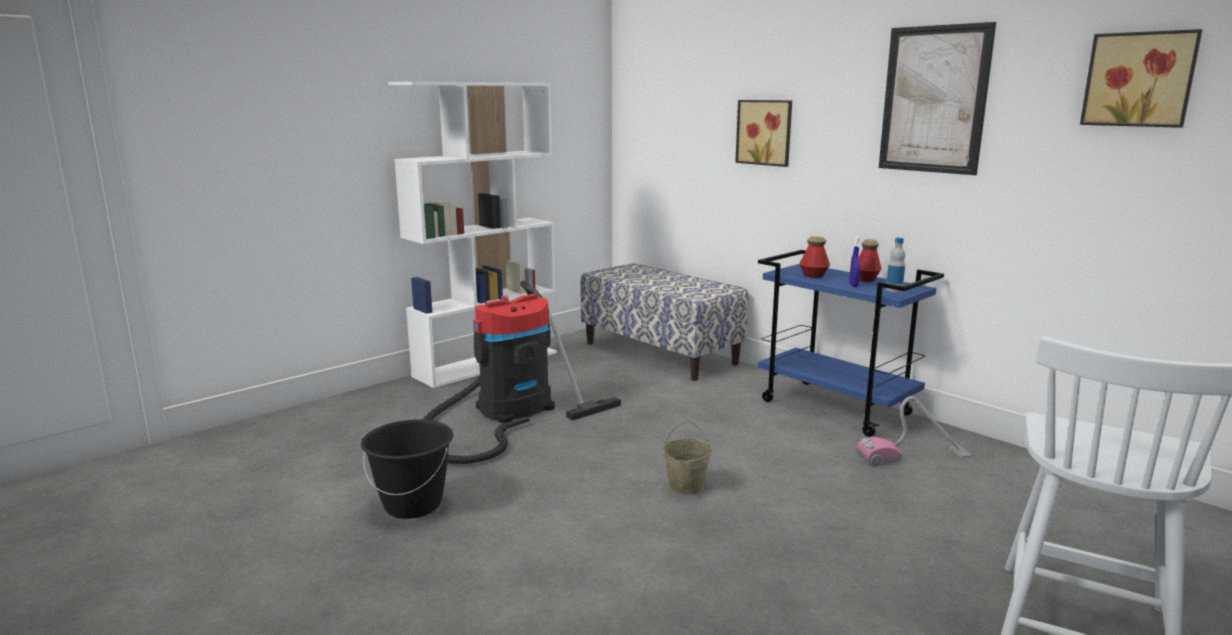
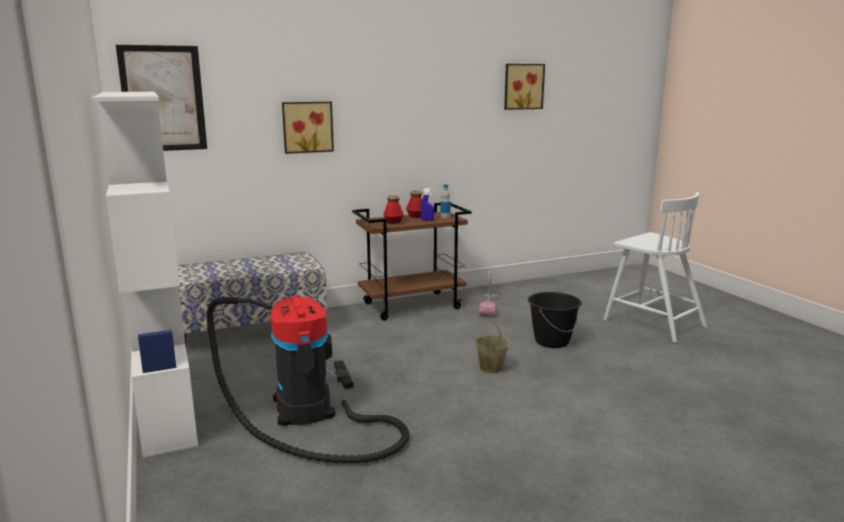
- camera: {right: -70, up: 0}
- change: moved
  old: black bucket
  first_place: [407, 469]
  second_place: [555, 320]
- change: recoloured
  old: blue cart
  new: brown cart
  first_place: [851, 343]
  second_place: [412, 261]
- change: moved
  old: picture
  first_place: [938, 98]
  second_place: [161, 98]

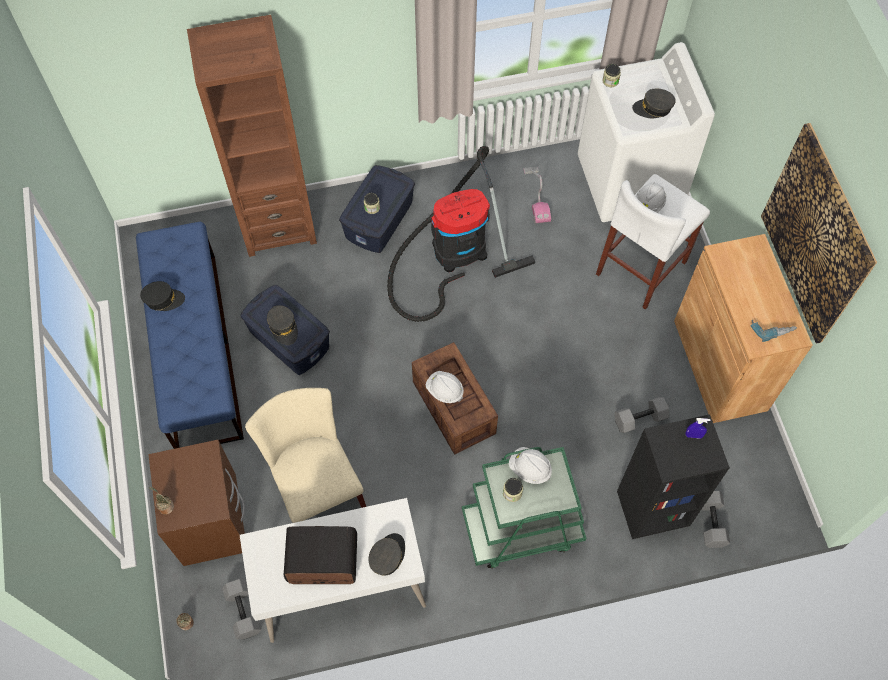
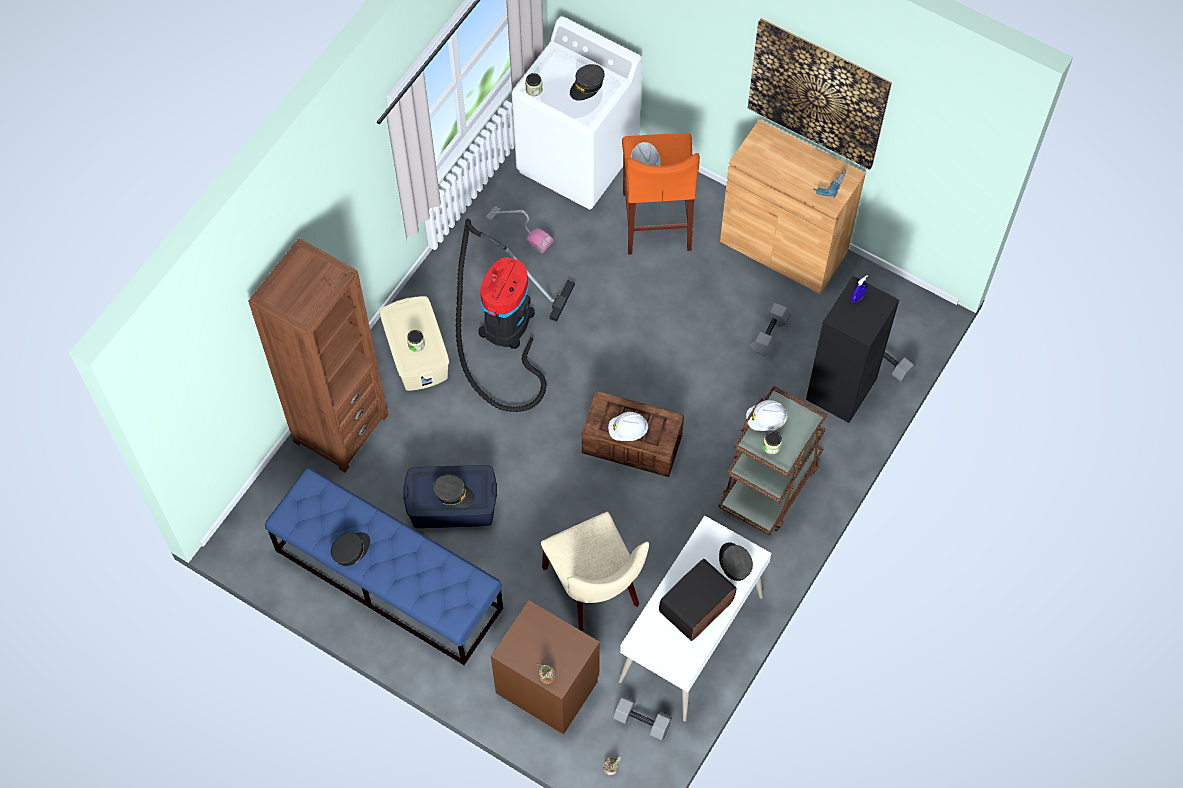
- camera: {right: -45, up: 0}
- change: turned
  old: beige chair
  first_place: [305, 455]
  second_place: [595, 572]
  degrees: -135
- change: recoloured
  old: blue storage box
  new: beige storage box
  first_place: [377, 209]
  second_place: [414, 343]
- change: recoloured
  old: green cart
  new: brown cart
  first_place: [524, 508]
  second_place: [772, 460]
- change: recoloured
  old: white stool
  new: orange stool
  first_place: [653, 242]
  second_place: [661, 194]

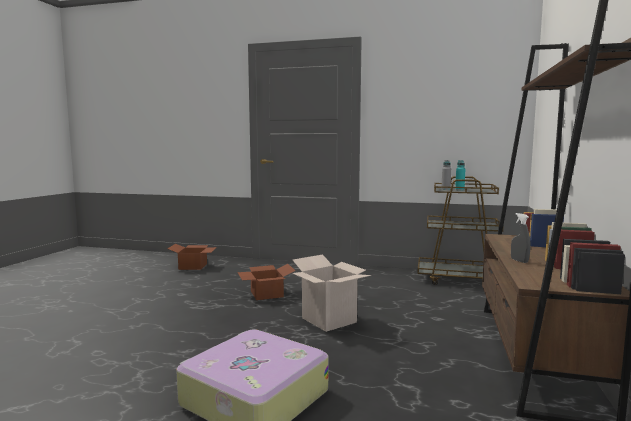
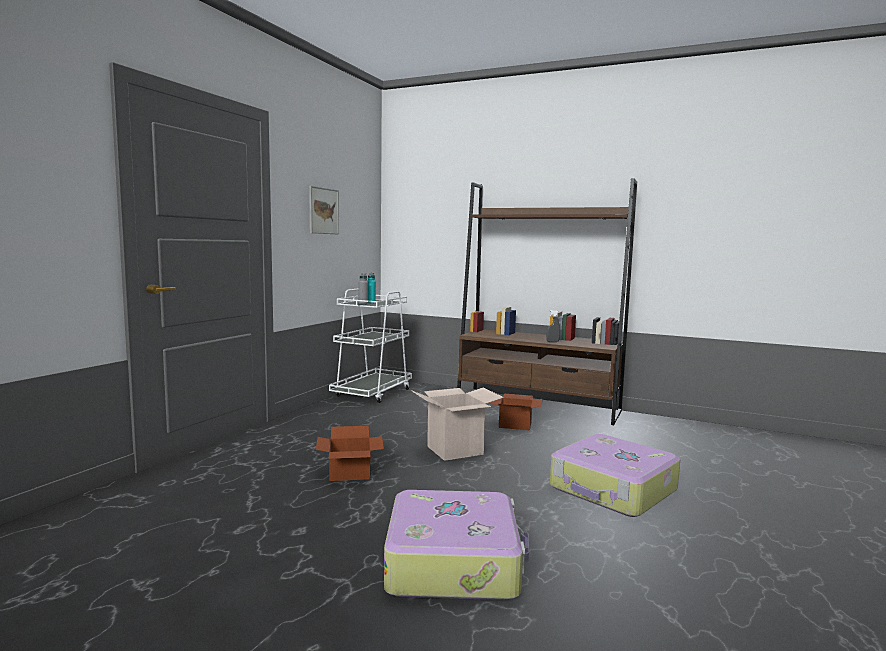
- camera: {right: -80, up: 0}
- change: moved
  old: cardboard box
  first_place: [192, 257]
  second_place: [515, 412]
- change: recoloured
  old: brown cart
  new: white cart
  first_place: [460, 230]
  second_place: [370, 346]
- change: added
  new: picture
  second_place: [324, 210]
- change: added
  new: suitcase
  second_place: [456, 545]

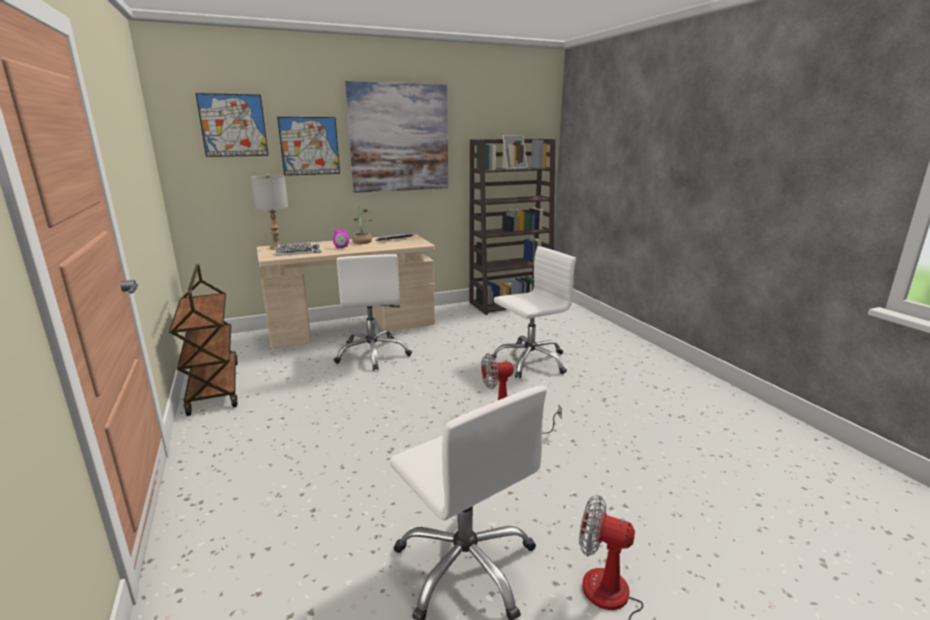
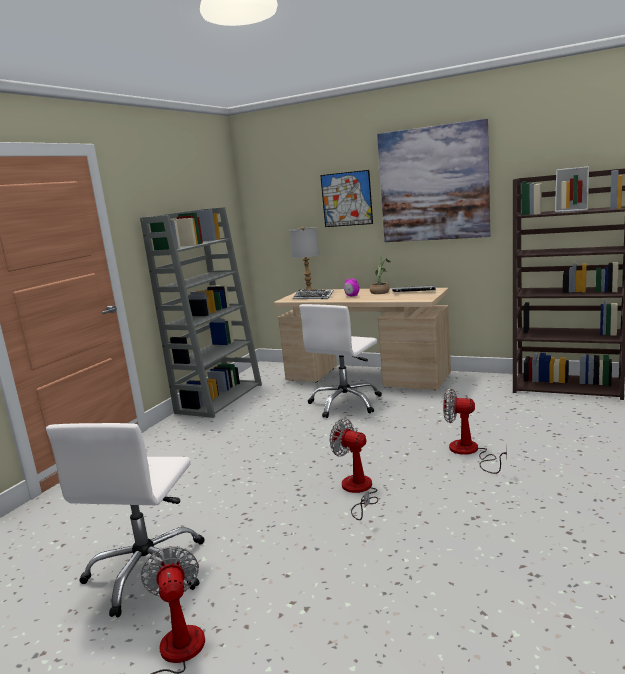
- camera: {right: 50, up: -5}
- change: replaced
  old: brown cart
  new: grey bookcase
  first_place: [203, 340]
  second_place: [201, 312]
- change: removed
  old: picture
  first_place: [232, 125]
- change: replaced
  old: white office chair
  new: fan
  first_place: [534, 312]
  second_place: [475, 431]

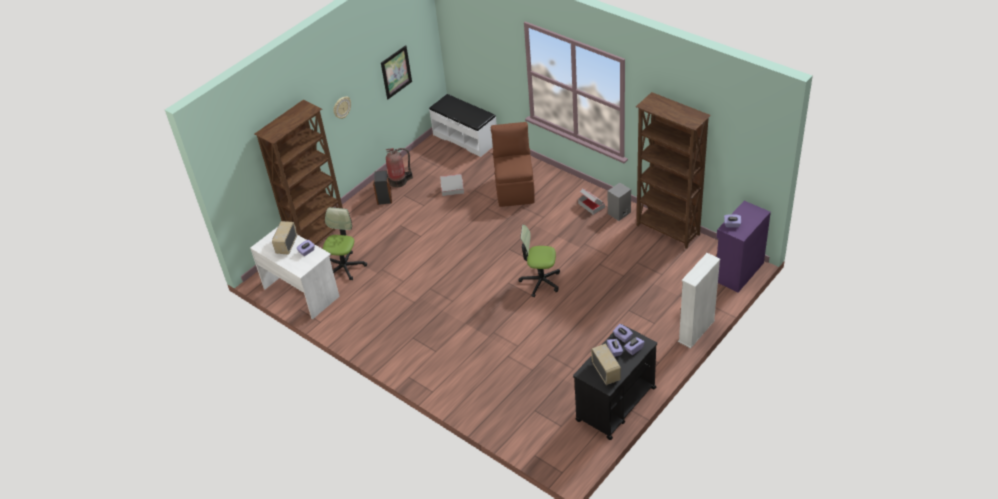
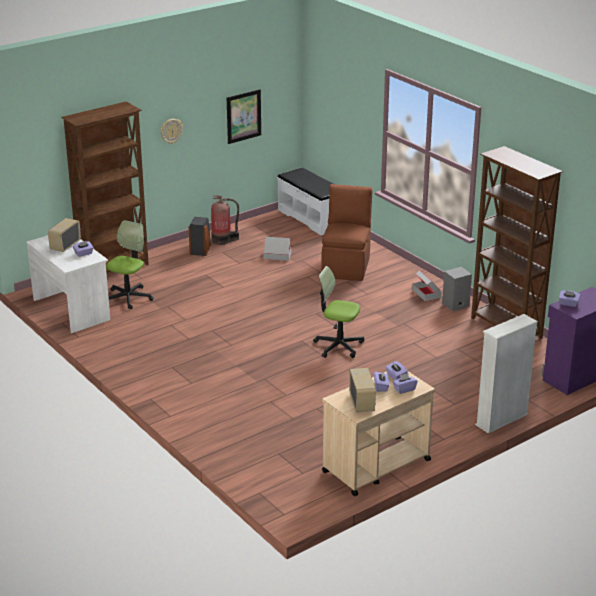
- camera: {right: 10, up: -15}
- change: recoloured
  old: black cart
  new: beige cart
  first_place: [615, 382]
  second_place: [378, 433]

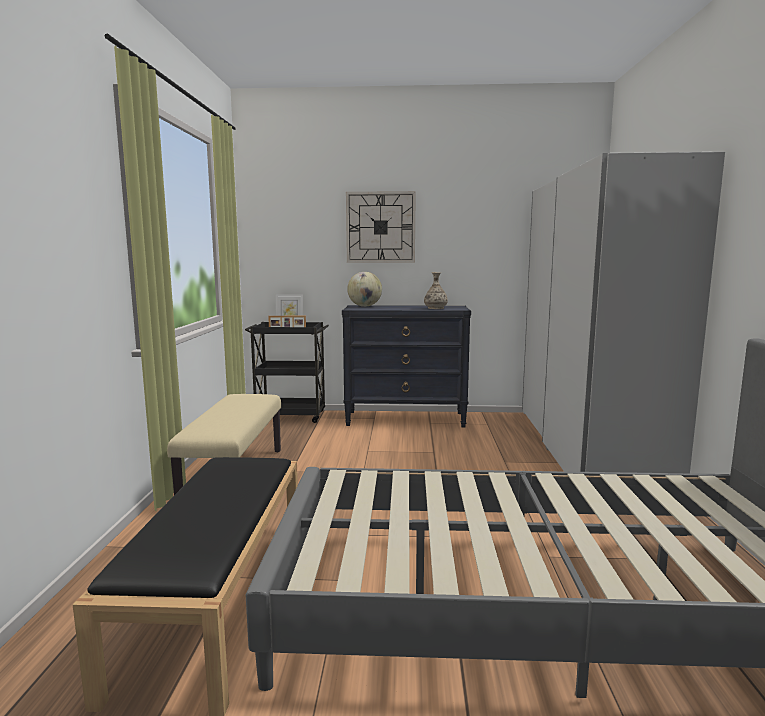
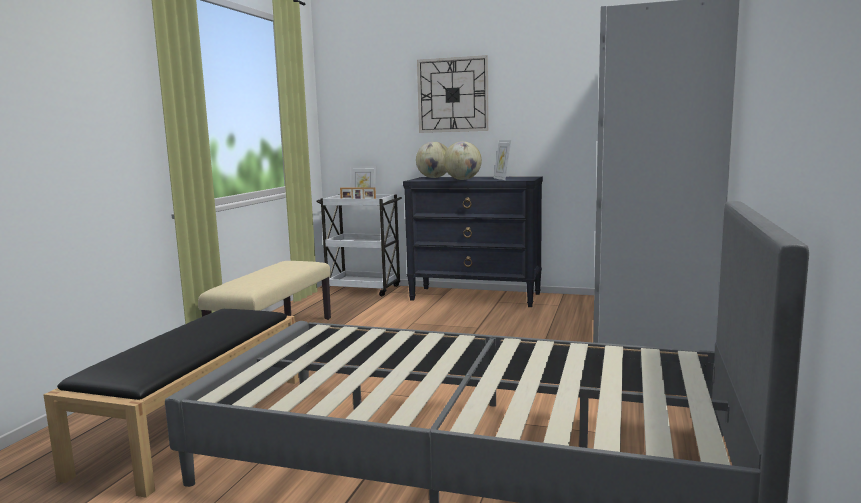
- camera: {right: 15, up: 0}
- change: recoloured
  old: black cart
  new: white cart
  first_place: [287, 372]
  second_place: [359, 245]
- change: replaced
  old: vase
  new: picture frame
  first_place: [436, 290]
  second_place: [502, 160]
- change: added
  new: globe
  second_place: [462, 160]

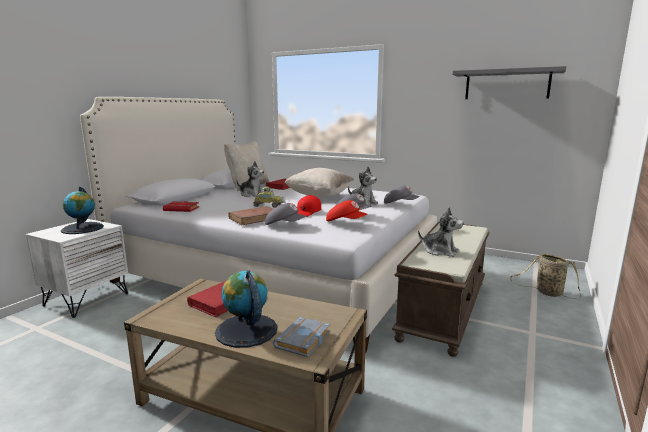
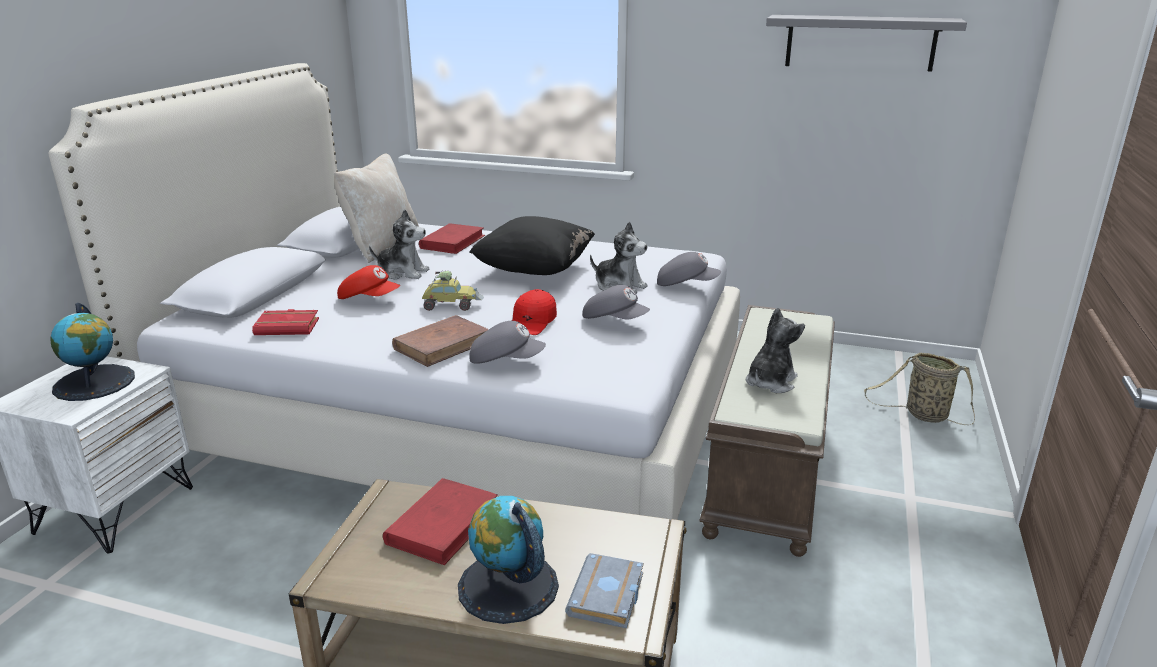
- camera: {right: -10, up: 10}
- change: recoloured
  old: beige pillow
  new: black pillow
  first_place: [319, 182]
  second_place: [532, 245]
- change: moved
  old: red cap
  first_place: [346, 210]
  second_place: [368, 282]
- change: turned
  old: plush toy
  first_place: [440, 232]
  second_place: [775, 350]
  degrees: -75

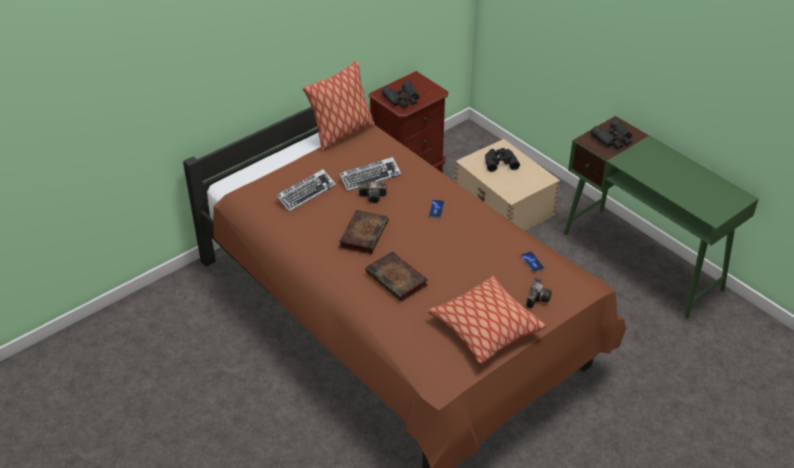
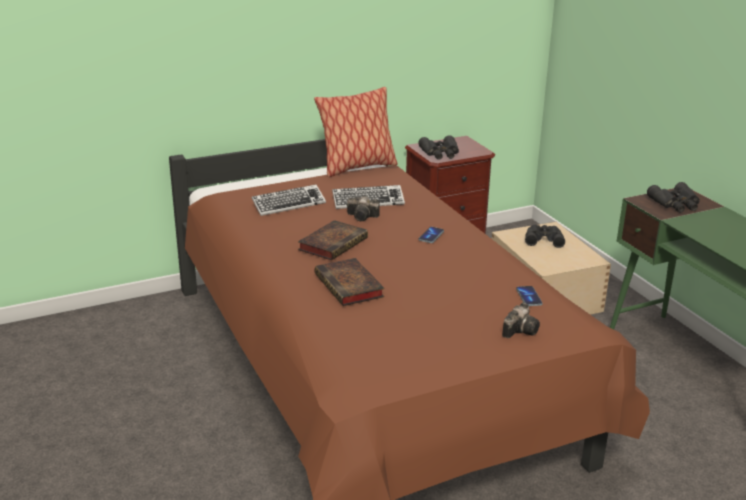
- camera: {right: 15, up: -15}
- change: removed
  old: pillow
  first_place: [487, 320]

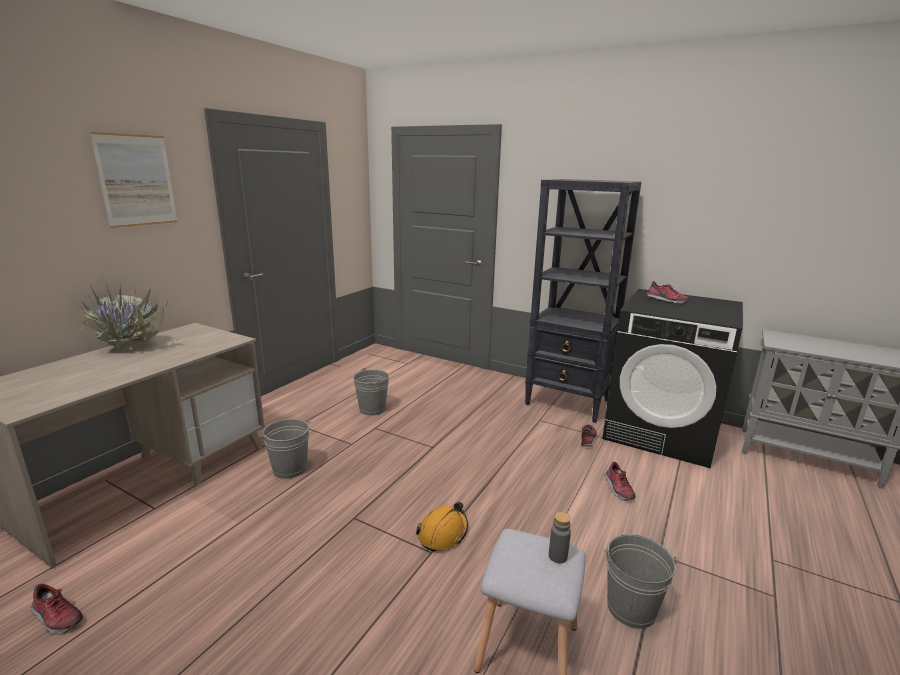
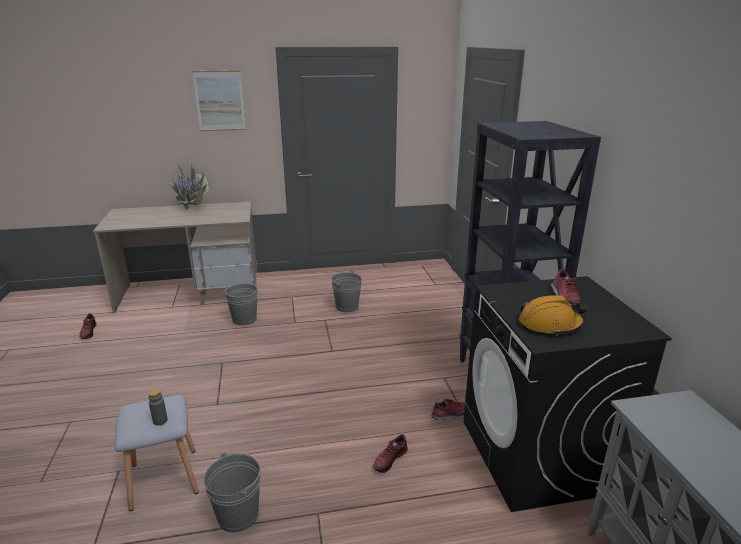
- camera: {right: 50, up: 5}
- change: moved
  old: orange hard hat
  first_place: [442, 527]
  second_place: [553, 315]

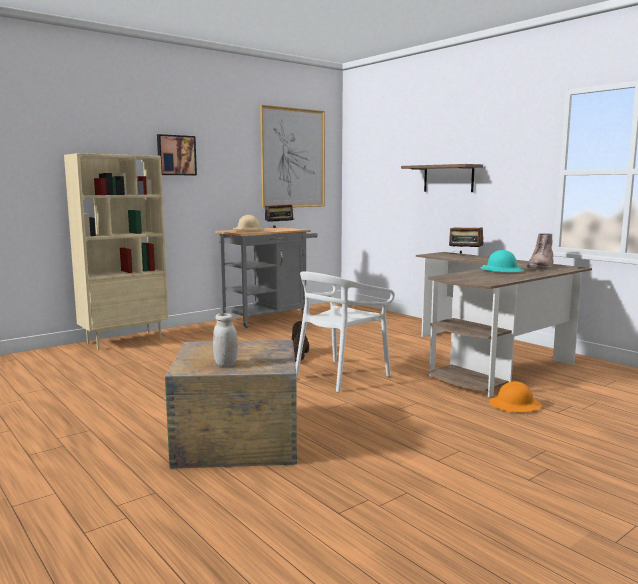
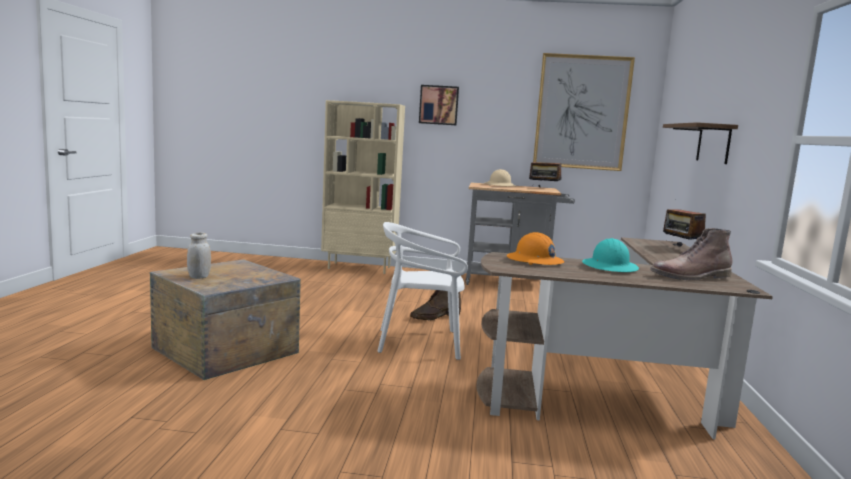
- camera: {right: 45, up: 0}
- change: moved
  old: orange hard hat
  first_place: [515, 396]
  second_place: [535, 248]

